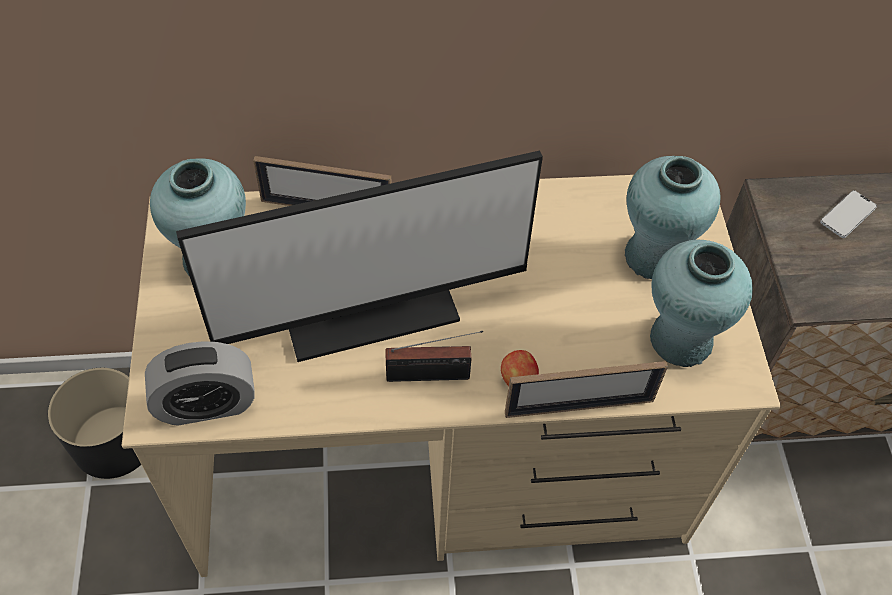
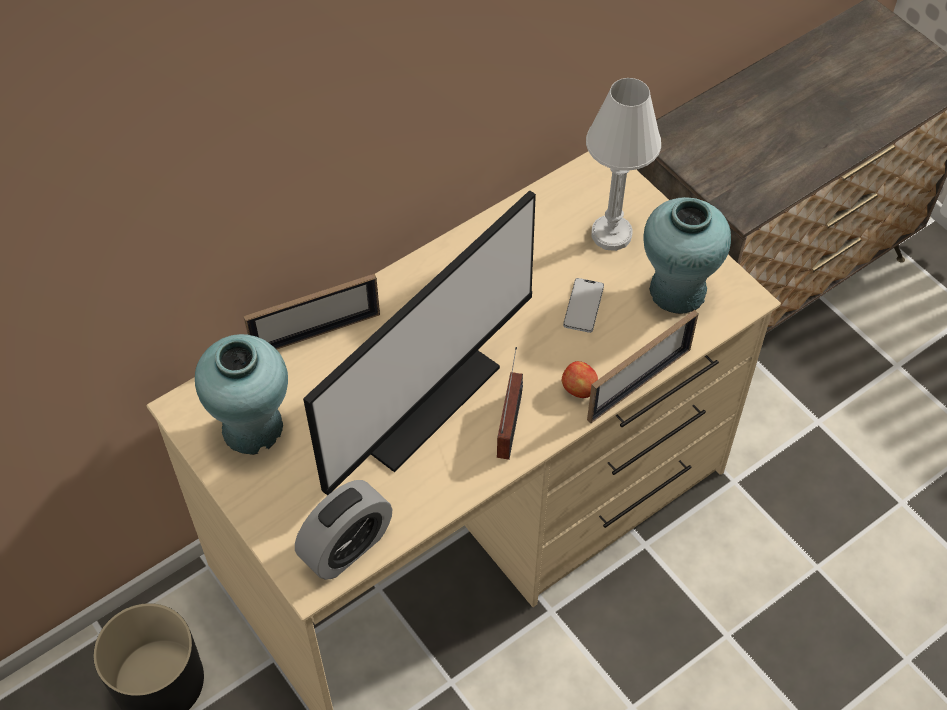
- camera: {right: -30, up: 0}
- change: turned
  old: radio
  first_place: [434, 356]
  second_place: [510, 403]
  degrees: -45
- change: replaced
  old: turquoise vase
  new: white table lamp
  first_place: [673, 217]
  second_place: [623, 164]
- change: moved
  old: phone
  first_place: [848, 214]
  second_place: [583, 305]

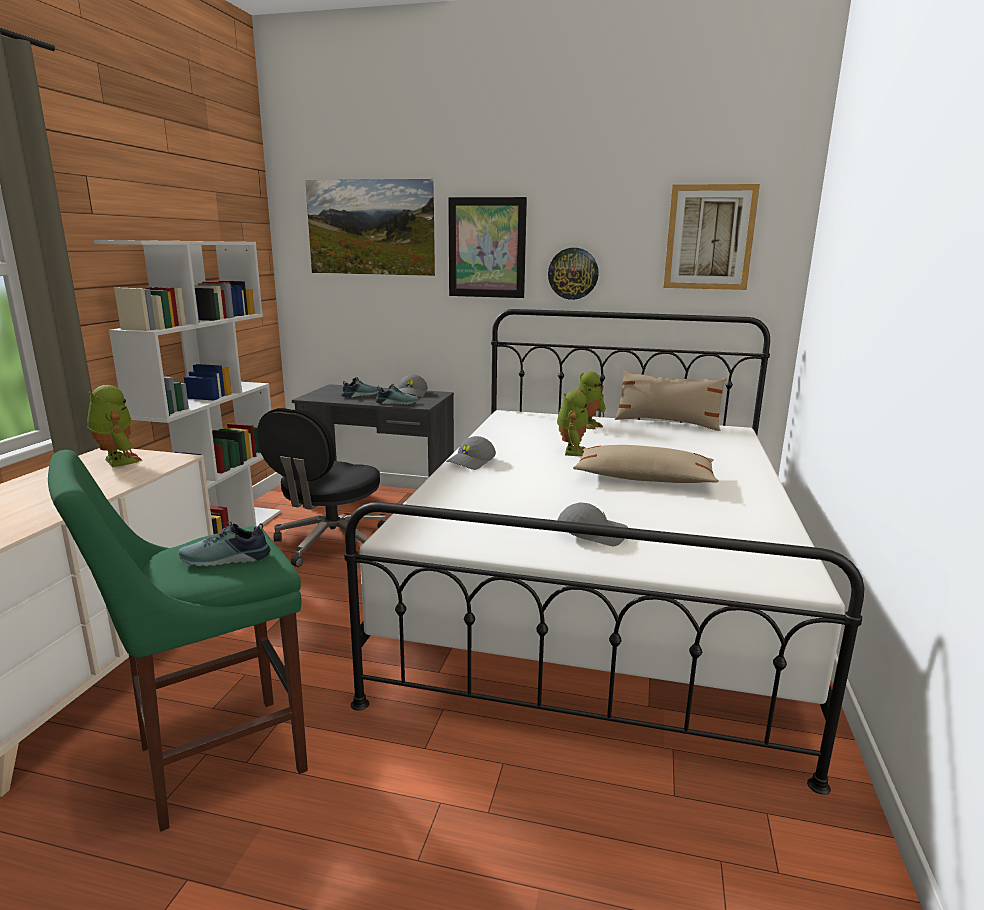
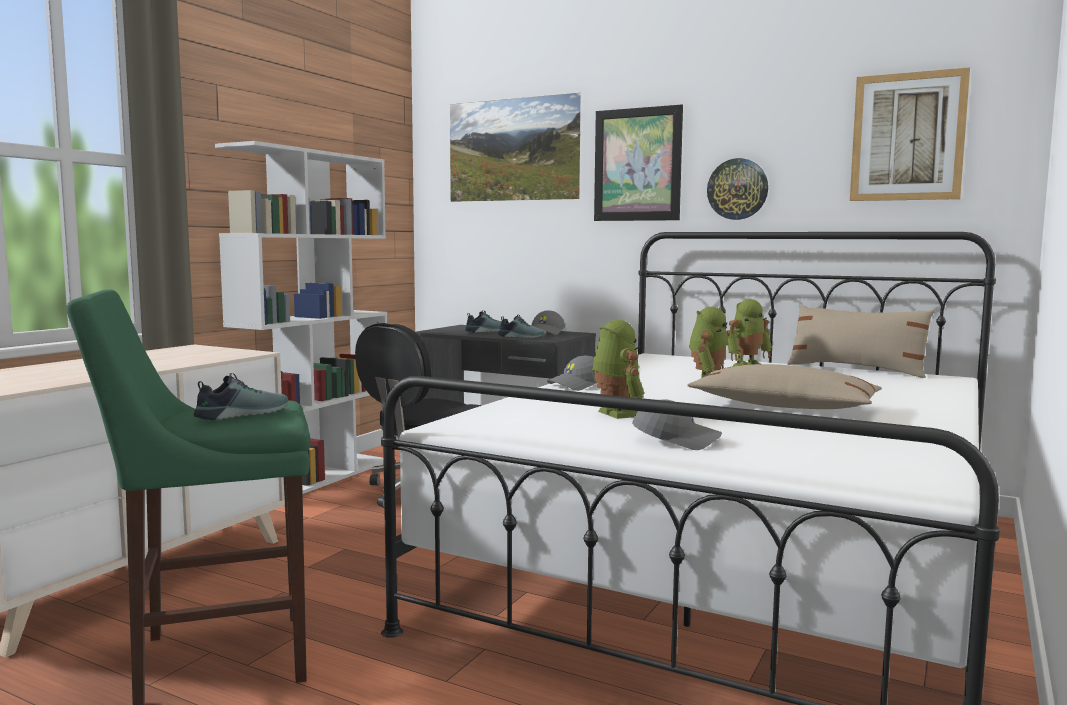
- camera: {right: 15, up: -10}
- change: moved
  old: toy robot
  first_place: [114, 426]
  second_place: [618, 369]
- change: turned
  old: shoe
  first_place: [224, 543]
  second_place: [241, 396]
  degrees: 135

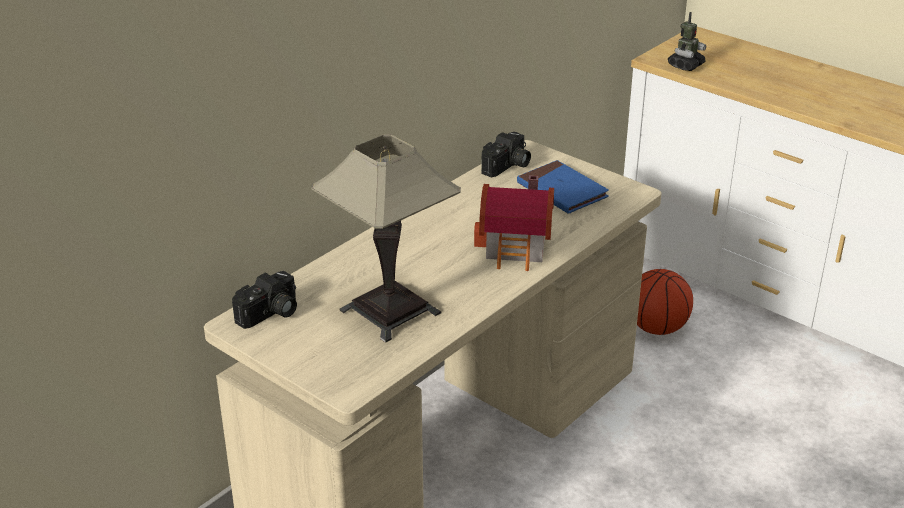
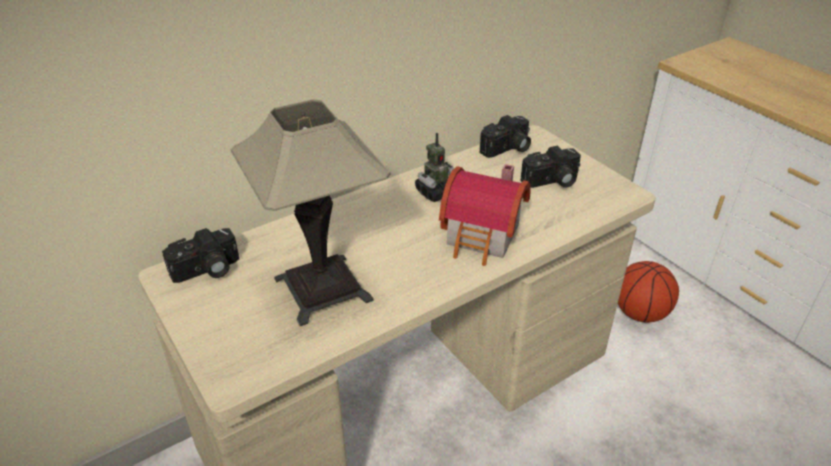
- camera: {right: 15, up: 5}
- change: replaced
  old: blue book
  new: photo camera
  first_place: [563, 187]
  second_place: [550, 167]
- change: moved
  old: toy robot
  first_place: [687, 41]
  second_place: [434, 167]

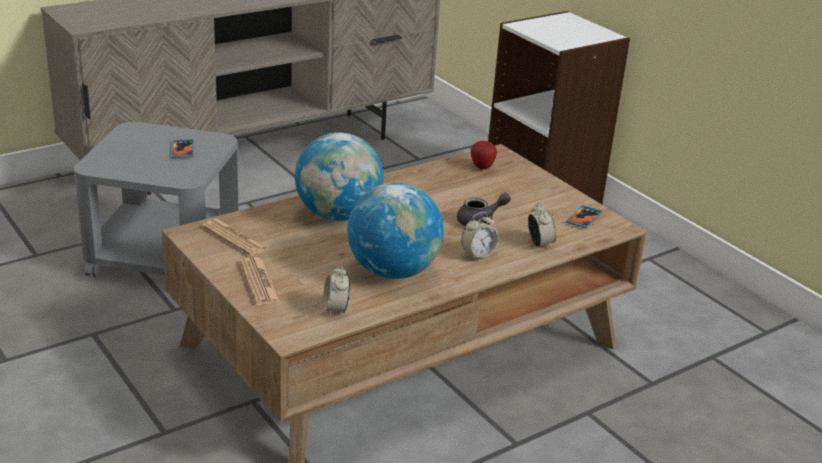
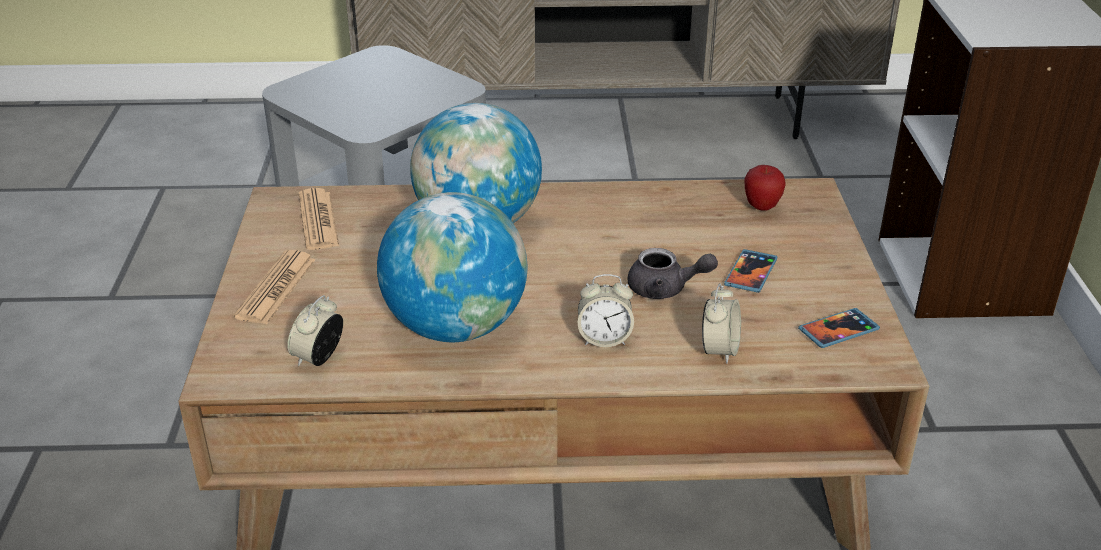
- camera: {right: 35, up: 5}
- change: moved
  old: phone
  first_place: [183, 148]
  second_place: [750, 271]

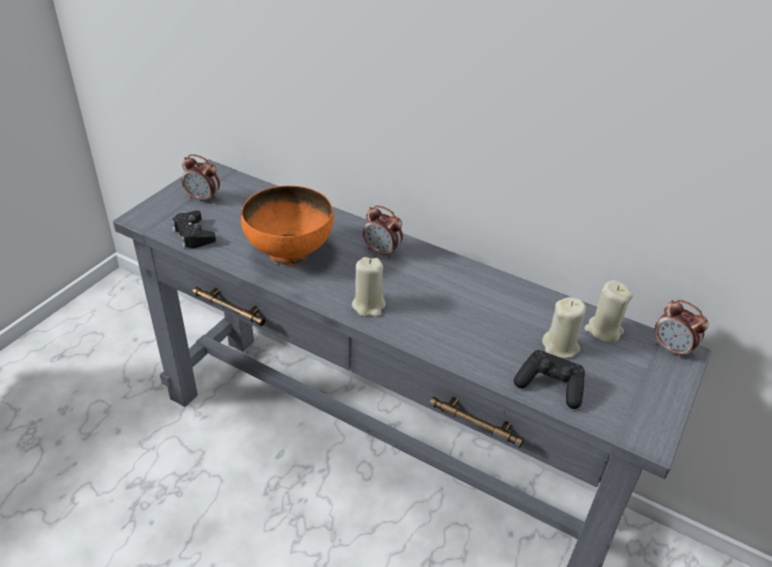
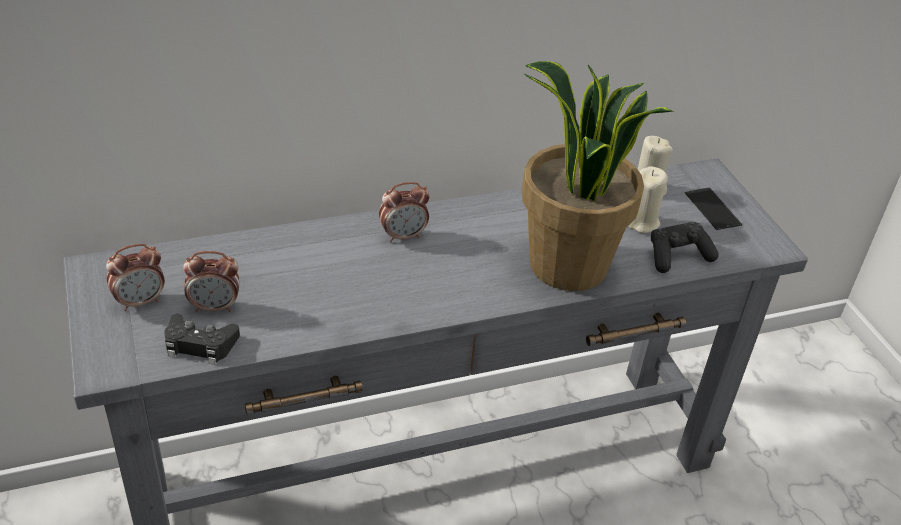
- camera: {right: -50, up: 0}
- change: removed
  old: orange bowl
  first_place: [287, 226]
- change: removed
  old: beige candle
  first_place: [369, 287]
- change: moved
  old: alarm clock
  first_place: [681, 329]
  second_place: [211, 281]
- change: added
  new: potted plant
  second_place: [598, 176]
- change: added
  new: phone
  second_place: [713, 209]

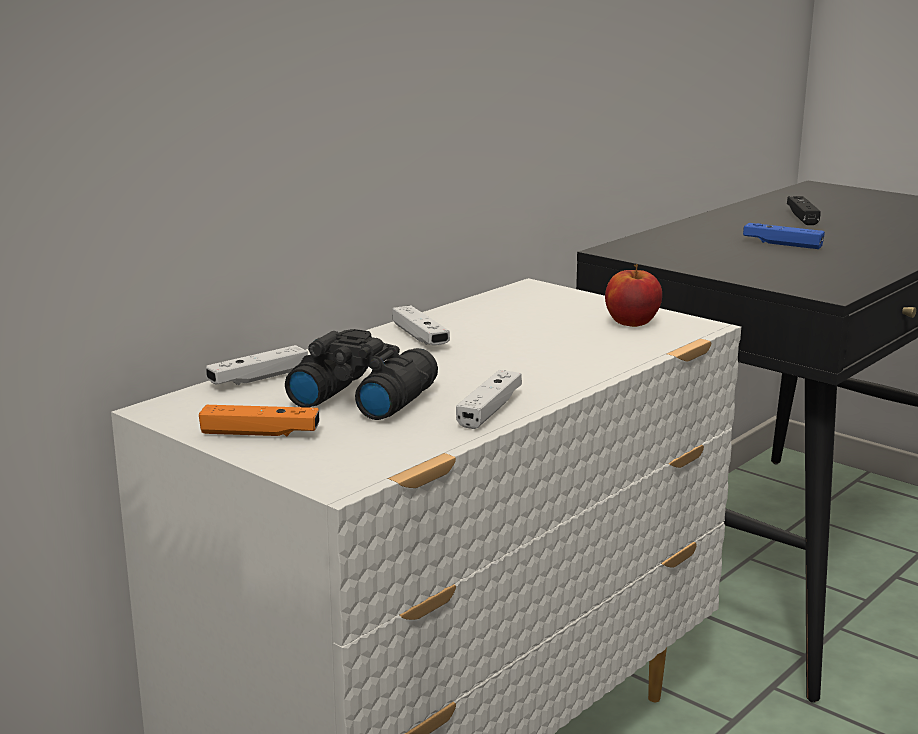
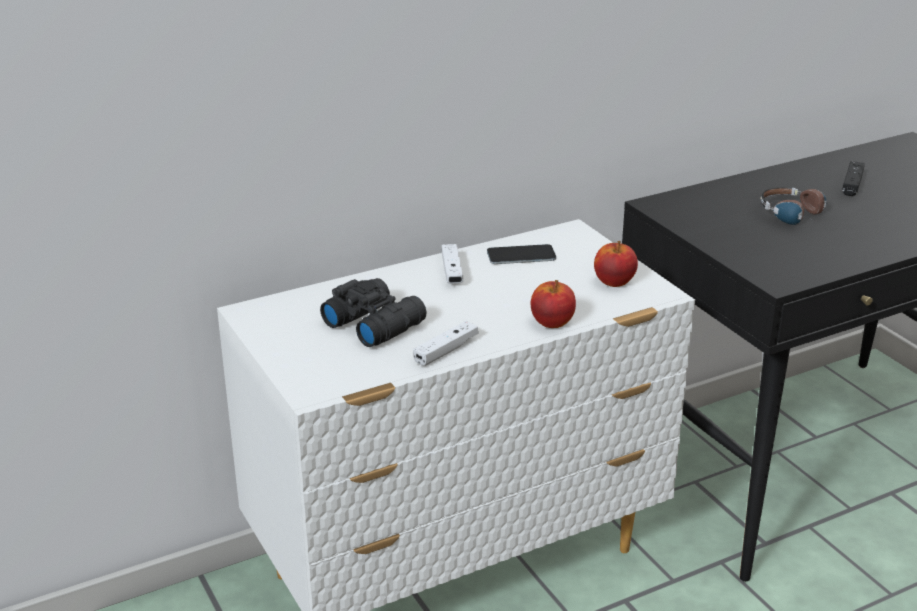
- camera: {right: 20, up: 10}
- change: removed
  old: orange game controller
  first_place: [259, 420]
- change: removed
  old: white game controller
  first_place: [257, 365]
- change: replaced
  old: blue game controller
  new: headphones
  first_place: [784, 236]
  second_place: [793, 206]
- change: added
  new: phone
  second_place: [521, 254]
- change: added
  new: apple
  second_place: [553, 304]

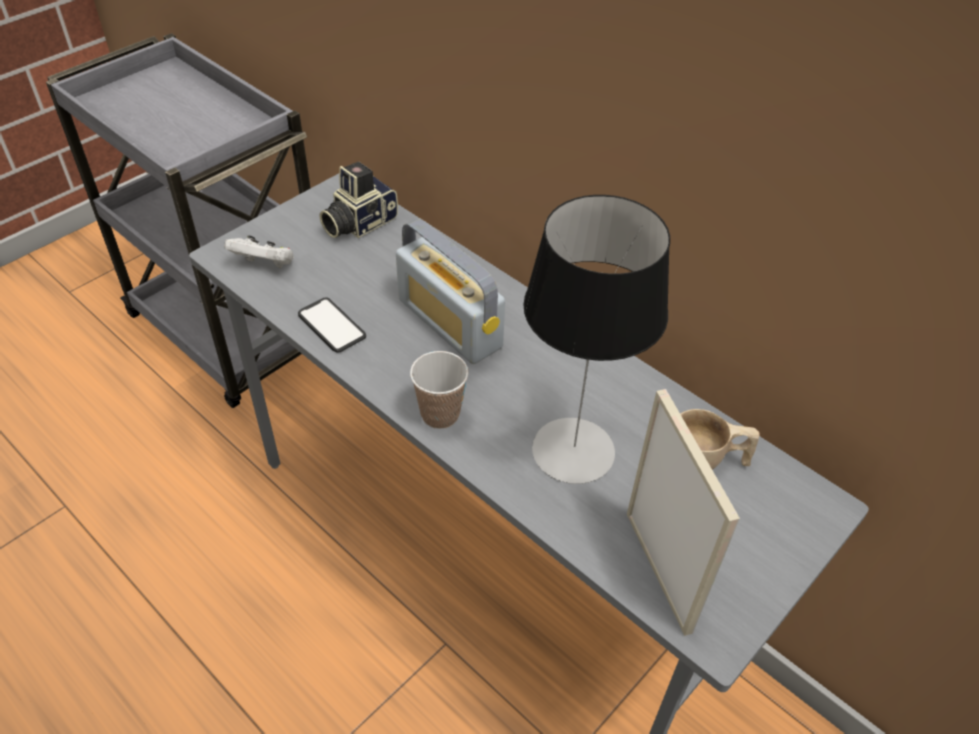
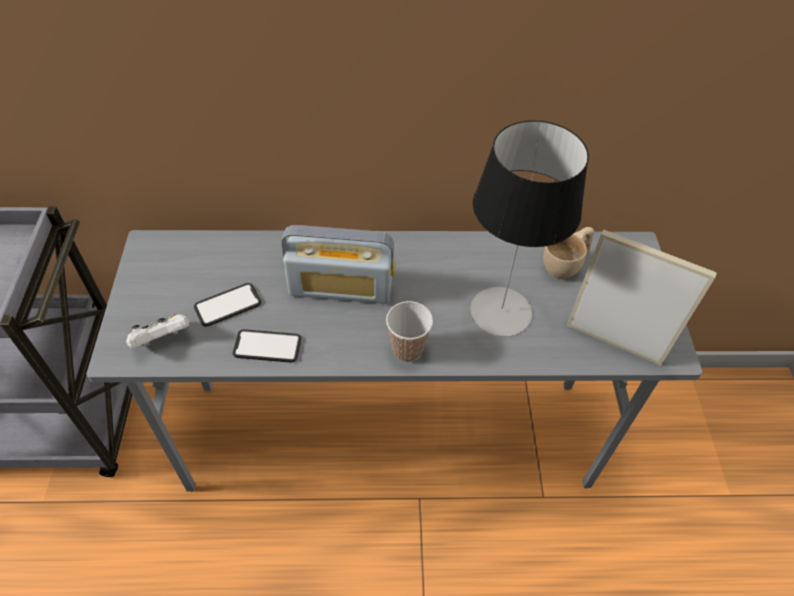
- camera: {right: -45, up: 5}
- change: removed
  old: photo camera
  first_place: [359, 200]
- change: added
  new: phone
  second_place: [227, 304]

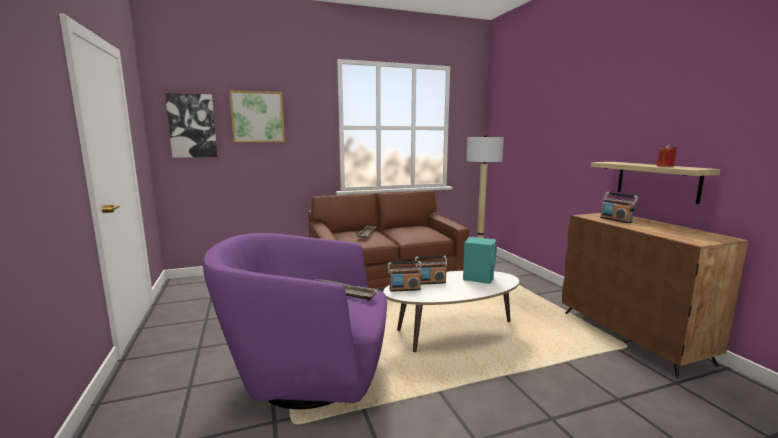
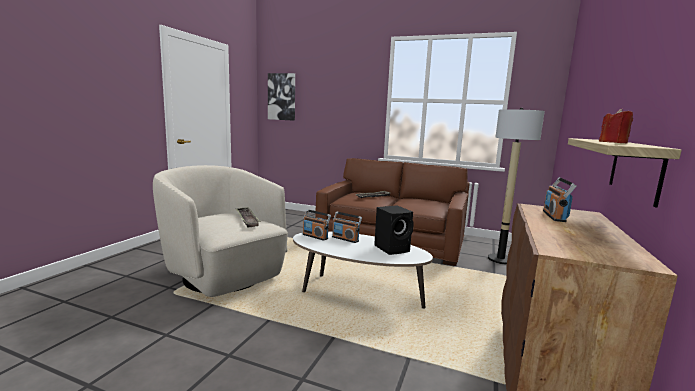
- camera: {right: 40, up: 0}
- change: recoloured
  old: purple armchair
  new: beige armchair
  first_place: [295, 321]
  second_place: [220, 231]
- change: removed
  old: picture
  first_place: [257, 116]
- change: recoloured
  old: turquoise speaker
  new: black speaker
  first_place: [480, 260]
  second_place: [394, 230]

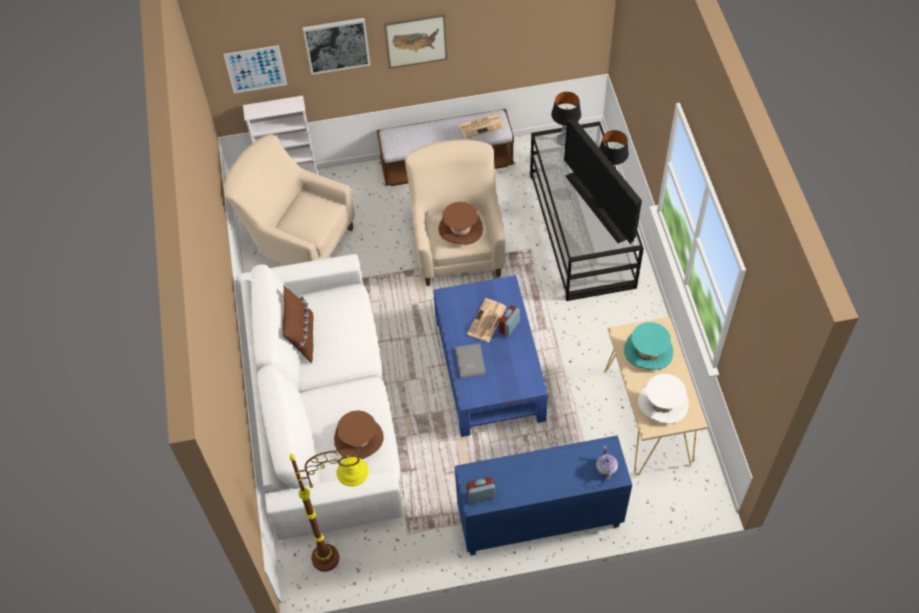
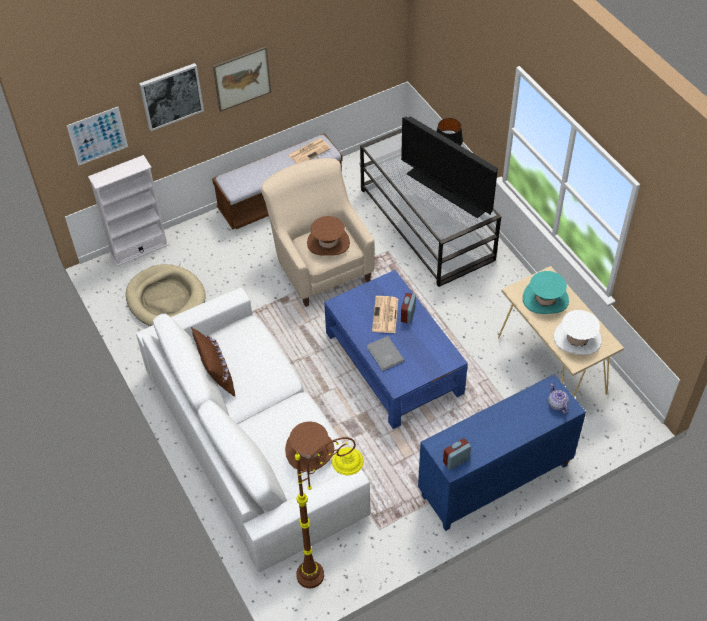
- camera: {right: -20, up: -5}
- change: replaced
  old: beige armchair
  new: beige dog bed
  first_place: [289, 200]
  second_place: [166, 295]
- change: removed
  old: table lamp
  first_place: [566, 119]

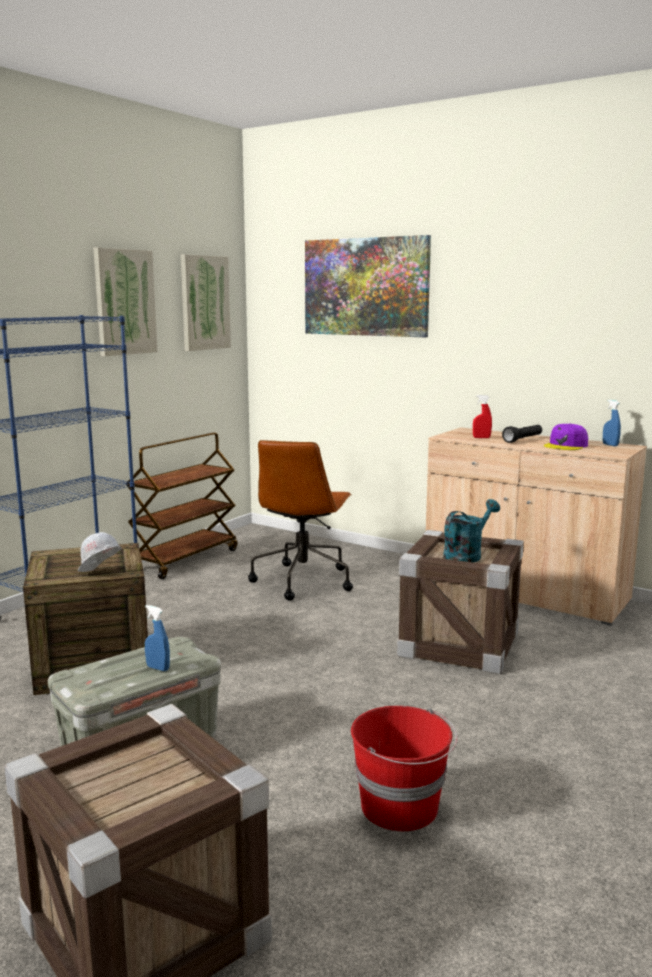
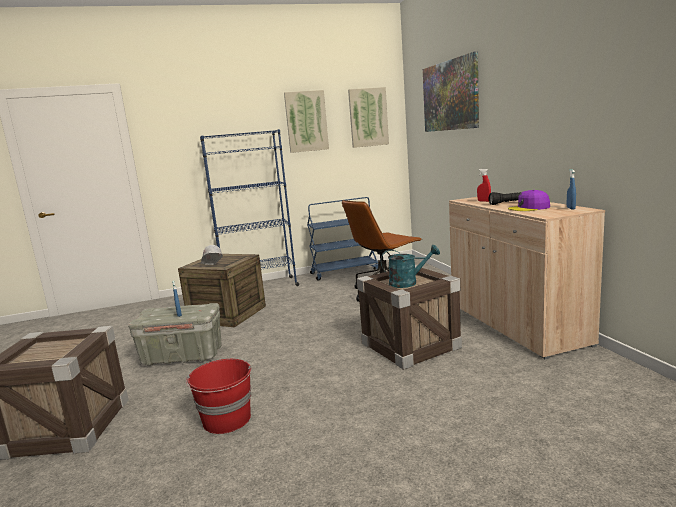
- camera: {right: 40, up: 0}
- change: recoloured
  old: brown cart
  new: blue cart
  first_place: [182, 505]
  second_place: [342, 238]

